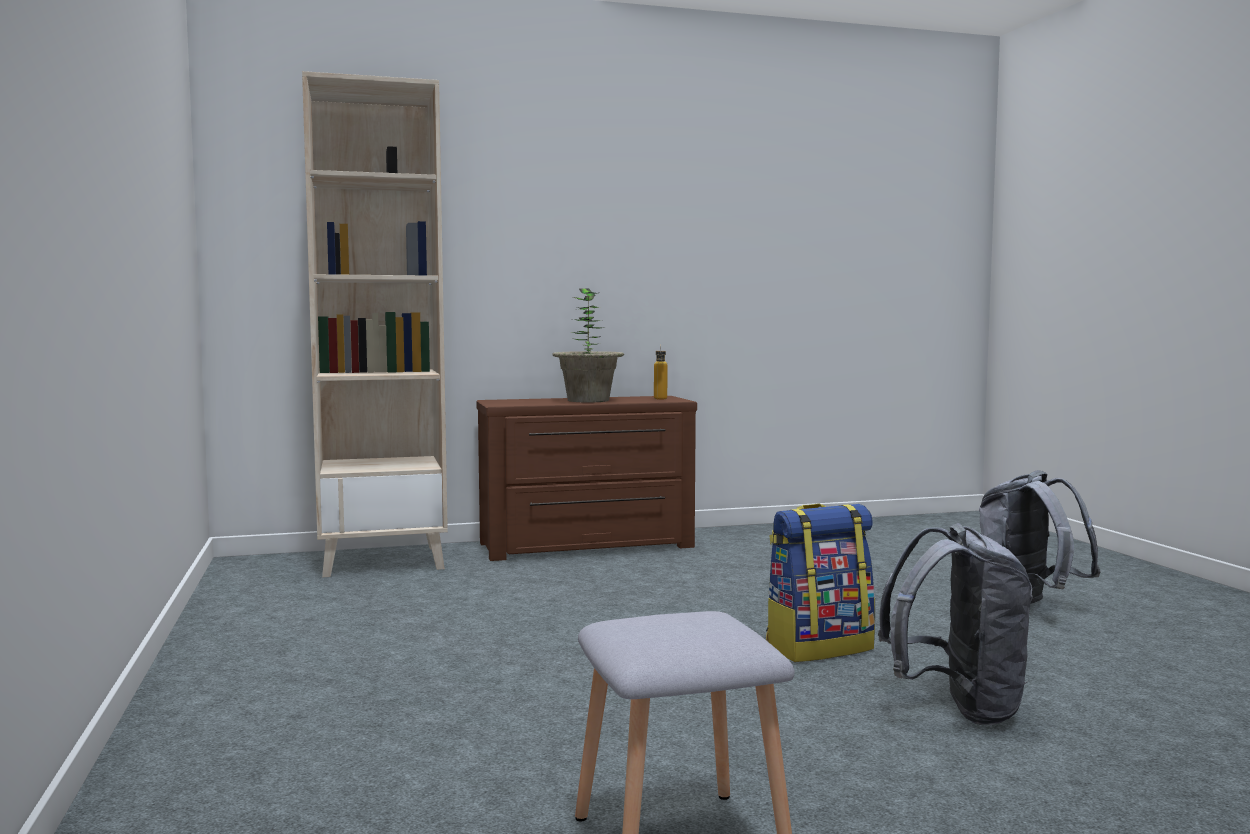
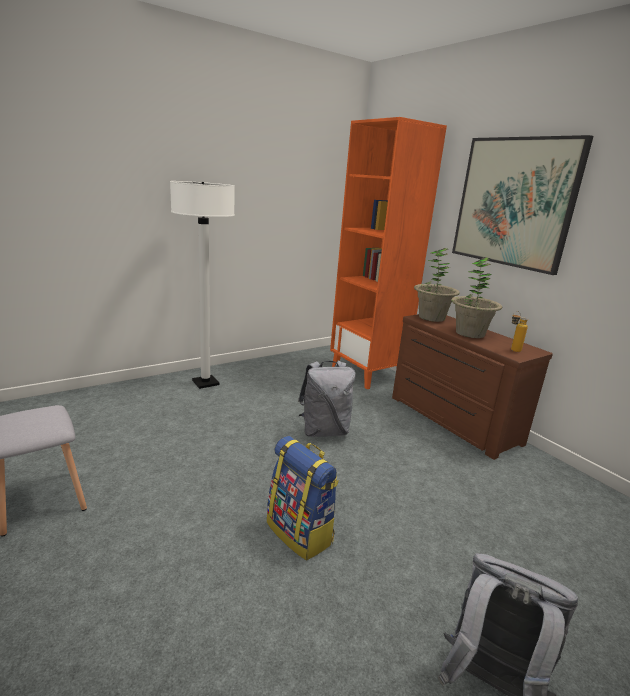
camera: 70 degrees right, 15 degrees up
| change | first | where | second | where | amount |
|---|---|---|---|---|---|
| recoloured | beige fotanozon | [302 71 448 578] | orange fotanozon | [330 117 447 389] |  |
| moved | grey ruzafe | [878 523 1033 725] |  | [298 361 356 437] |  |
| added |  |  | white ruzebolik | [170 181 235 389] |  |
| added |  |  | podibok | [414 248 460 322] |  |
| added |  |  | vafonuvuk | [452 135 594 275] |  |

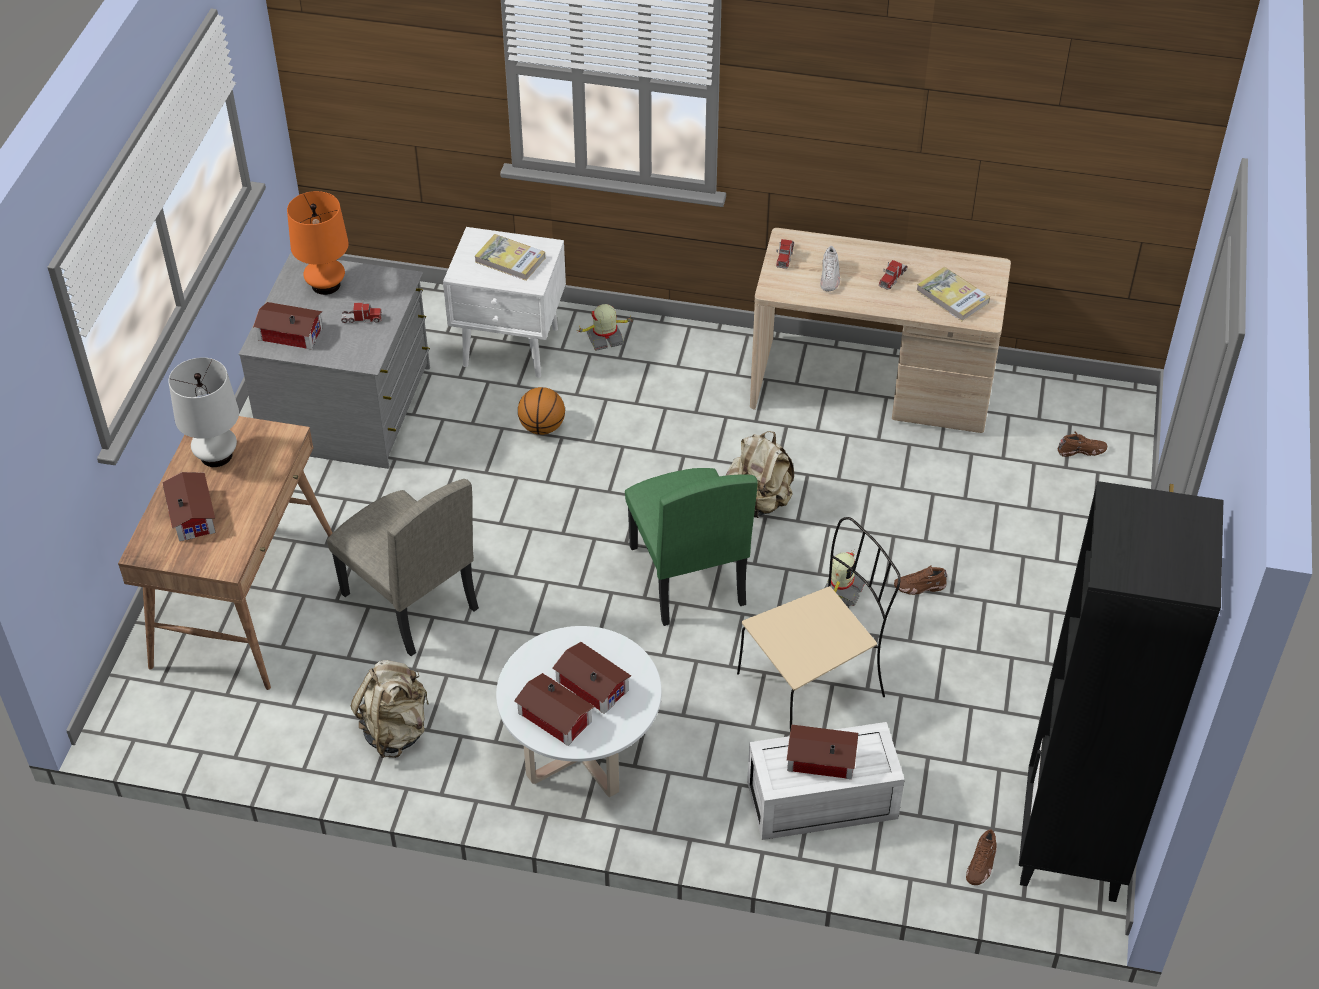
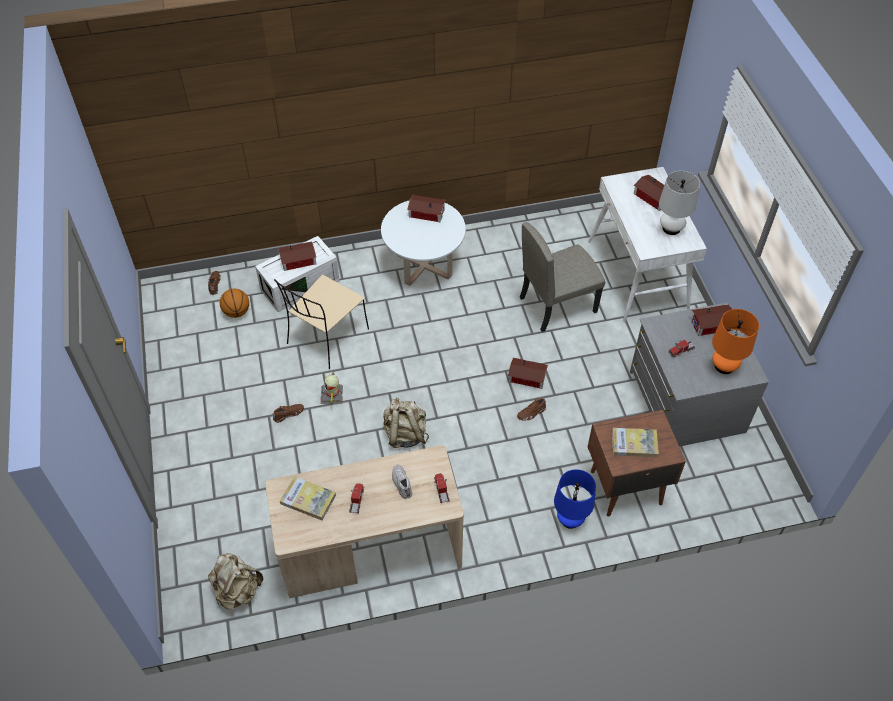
camera: 155 degrees right, 5 degrees up
| change | first | where | second | where | amount |
|---|---|---|---|---|---|
| recoloured | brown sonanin | [118 416 332 690] | white sonanin | [588 167 707 322] |  |
| turned | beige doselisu | [327 479 479 656] |  | [520 222 605 332] | 45 degrees counterclockwise |
| moved | beige ruzafe | [351 660 429 758] |  | [208 553 263 610] |  |
| recoloured | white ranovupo | [443 227 566 378] | brown ranovupo | [588 410 686 517] |  |
| moved | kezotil | [518 387 565 435] |  | [220 289 249 318] |  |
| moved | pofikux | [552 642 631 714] |  | [508 358 548 389] |  |
| replaced | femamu | [577 304 634 351] | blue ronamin | [554 469 596 529] |  |
| removed | green doselisu | [625 468 758 626] |  |  |  |
| removed | black fotanozon | [1019 481 1223 902] |  |  |  |
| moved | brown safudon | [1058 432 1107 457] |  | [517 398 546 421] |  |

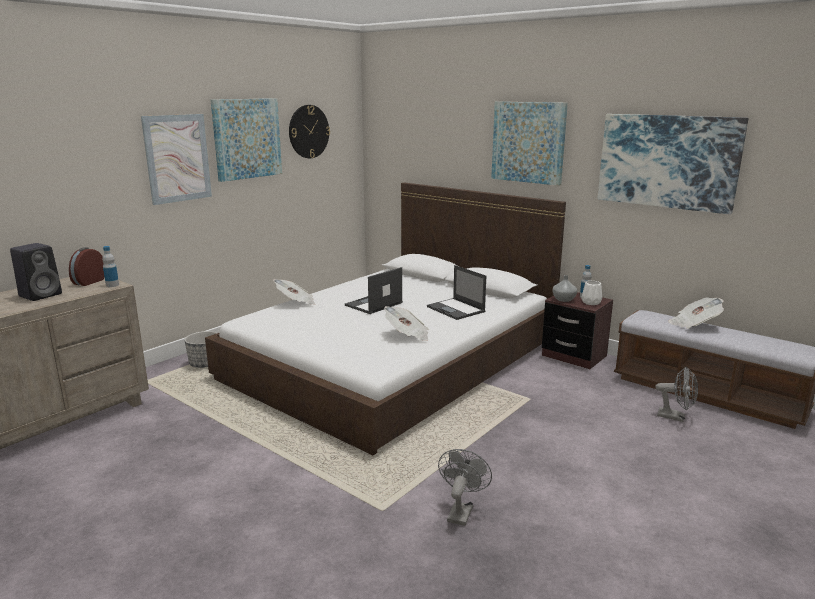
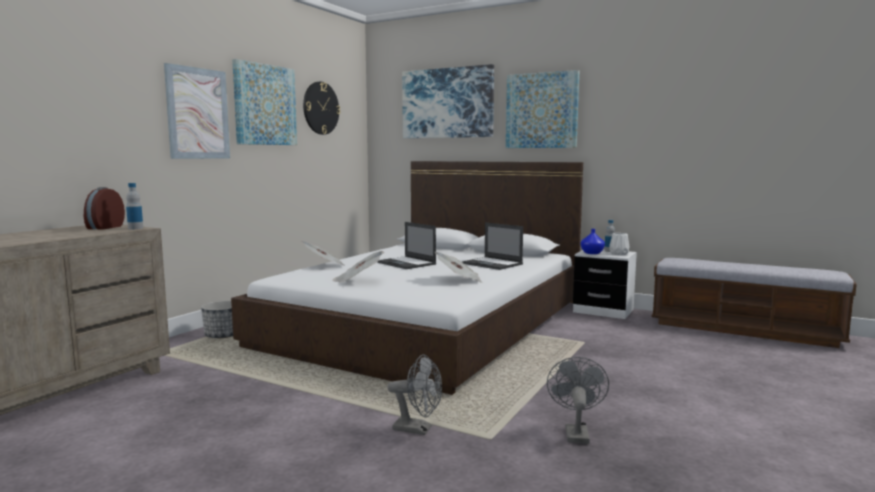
camera: 10 degrees left, 10 degrees down
| change | first | where | second | where | amount |
|---|---|---|---|---|---|
| removed | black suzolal | [10 243 62 301] |  |  |  |
| turned | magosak | [345 267 403 314] |  | [377 222 436 269] | 75 degrees counterclockwise |
| recoloured | brown ranovupo | [542 292 613 369] | white ranovupo | [573 249 637 319] |  |
| recoloured | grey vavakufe | [552 275 577 302] | blue vavakufe | [580 229 605 254] |  |
| moved | vafonuvuk | [598 114 749 215] |  | [402 64 494 138] |  |
| moved | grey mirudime | [655 367 698 422] |  | [387 354 442 435] |  |
| moved | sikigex | [669 297 724 329] |  | [333 251 384 283] |  |

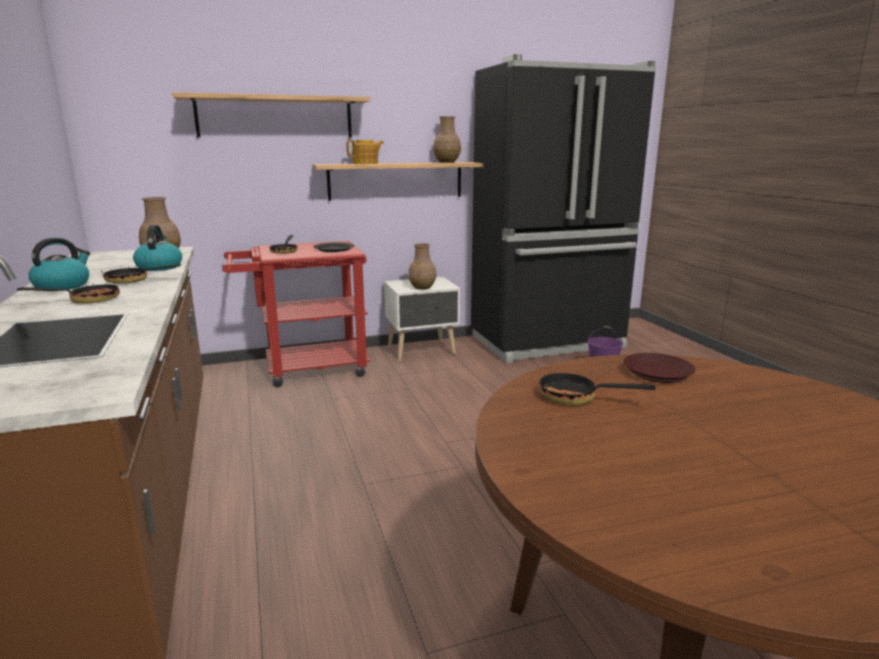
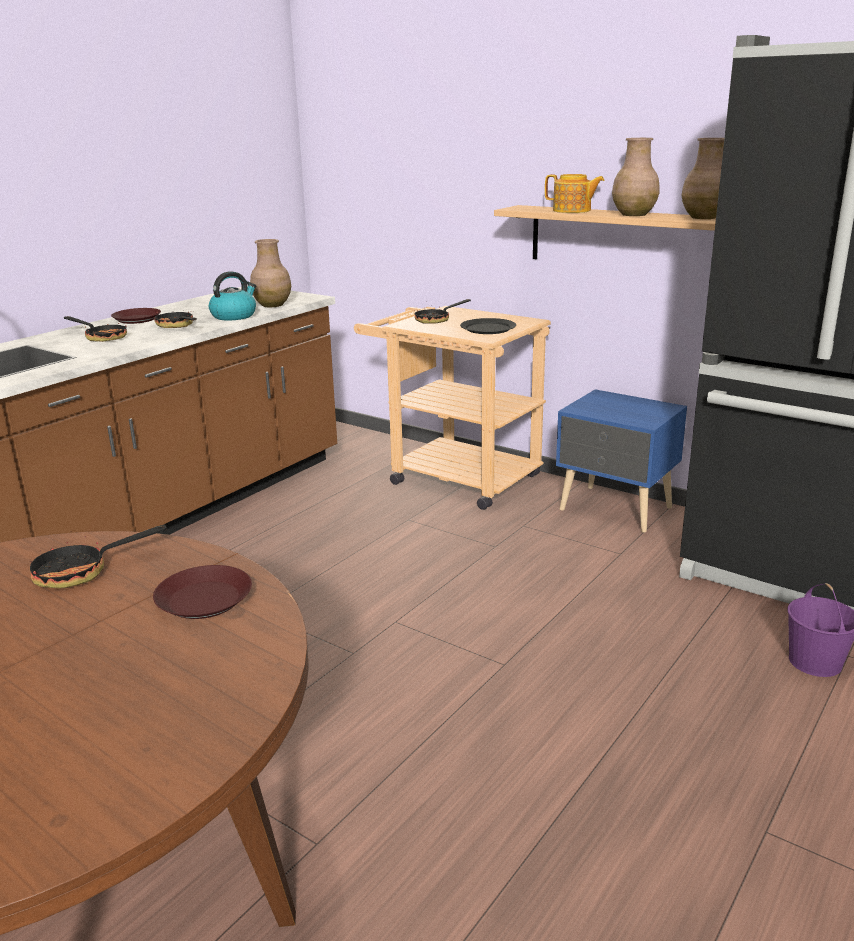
camera: 55 degrees right, 5 degrees up
| change | first | where | second | where | amount |
|---|---|---|---|---|---|
| replaced | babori | [28 238 90 291] | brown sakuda | [111 308 161 324] |  |
| removed | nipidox | [172 92 370 137] |  |  |  |
| recoloured | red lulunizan | [223 241 370 388] | beige lulunizan | [354 306 551 510] |  |
| recoloured | white ranovupo | [384 277 460 361] | blue ranovupo | [556 389 687 533] |  |
| moved | brown vavakufe | [408 243 436 290] |  | [612 138 660 216] |  |
| turned | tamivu | [538 370 656 406] |  | [30 525 167 589] | 105 degrees counterclockwise |

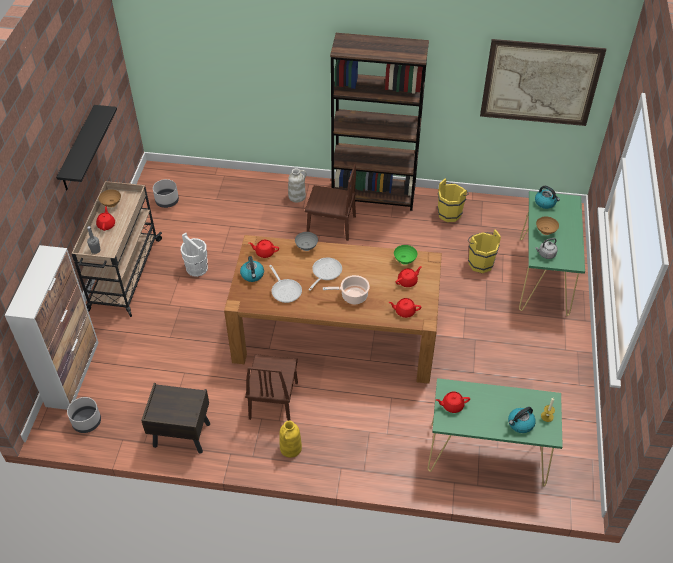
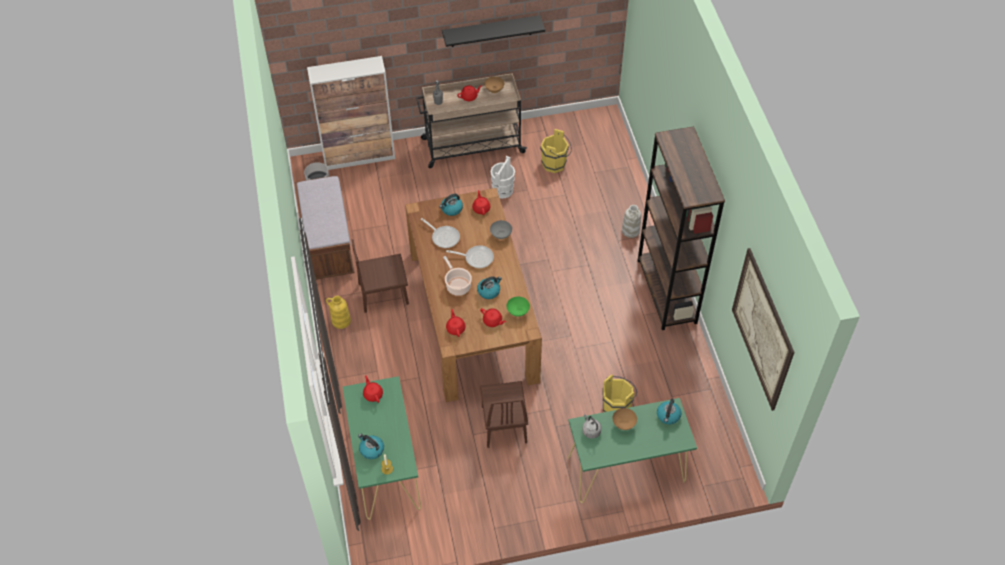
camera: 70 degrees right, 5 degrees up
| change | first | where | second | where | amount |
|---|---|---|---|---|---|
| replaced | brown ranovupo | [141 383 210 454] | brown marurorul | [295 175 354 280] |  |
| removed | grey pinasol | [153 179 179 208] |  |  |  |
| turned | tamivu | [269 265 302 303] |  | [421 218 460 248] | 90 degrees counterclockwise |
| moved | brown doselisu | [305 164 356 241] |  | [480 381 528 448] |  |
| moved | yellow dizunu | [437 178 469 222] |  | [540 129 572 173] |  |
| added |  |  | babori | [477 276 502 299] |  |

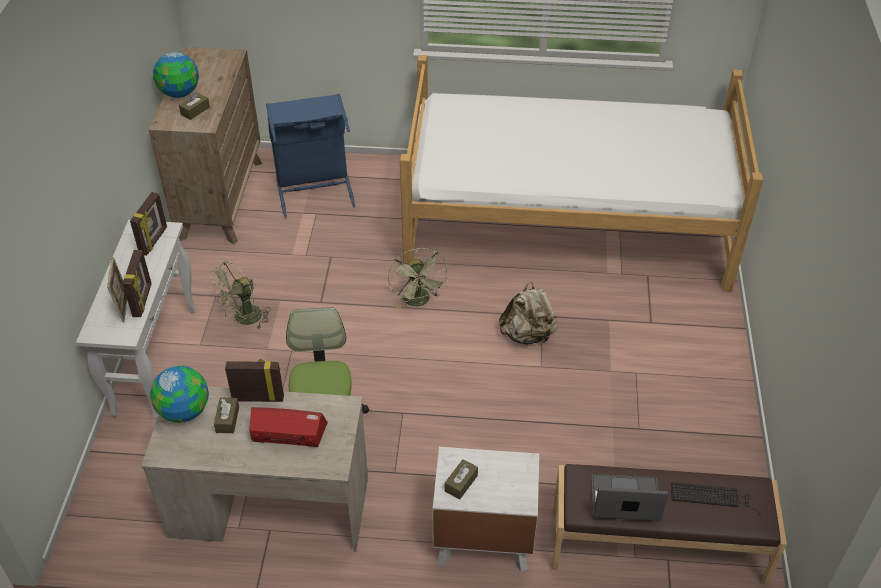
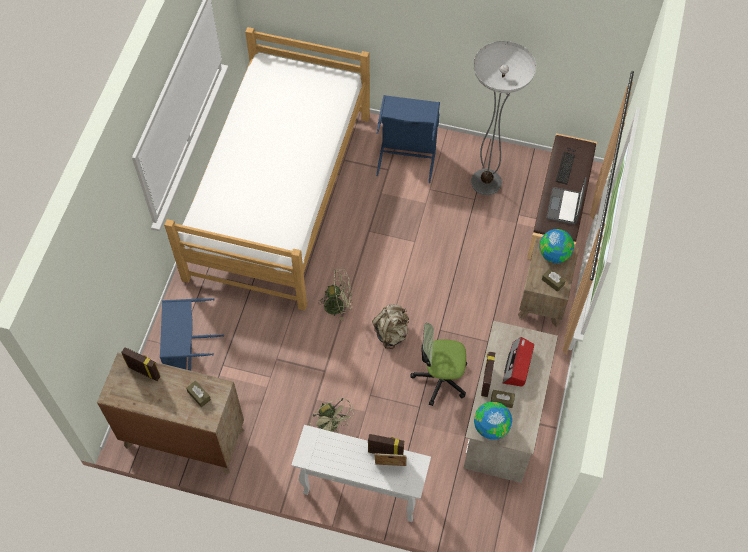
camera: 80 degrees left, 15 degrees up
| change | first | where | second | where | amount |
|---|---|---|---|---|---|
| moved | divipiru | [130 192 167 256] |  | [121 347 161 381] |  |
| moved | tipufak | [153 52 199 98] |  | [539 229 574 263] |  |
| recoloured | white ranovupo | [433 447 539 572] | brown ranovupo | [518 238 579 327] |  |
| moved | beige ruzafe | [499 282 558 344] |  | [372 305 409 349] |  |
| added |  |  | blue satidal | [376 95 440 183] |  |
| added |  |  | ruzebolik | [471 41 536 195] |  |

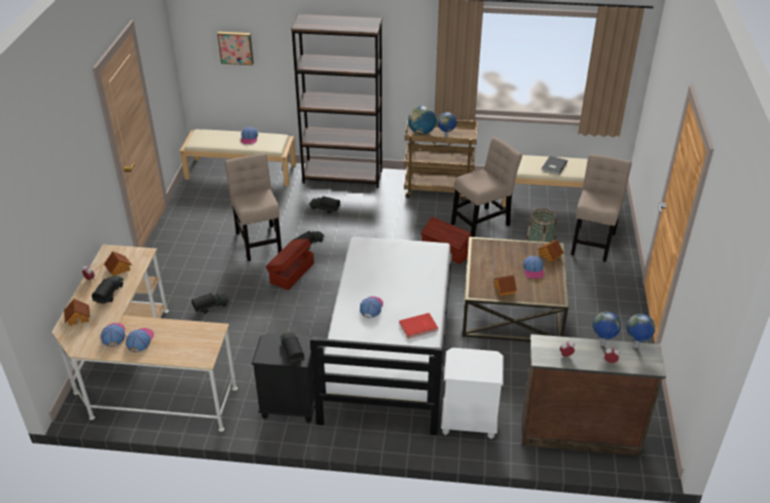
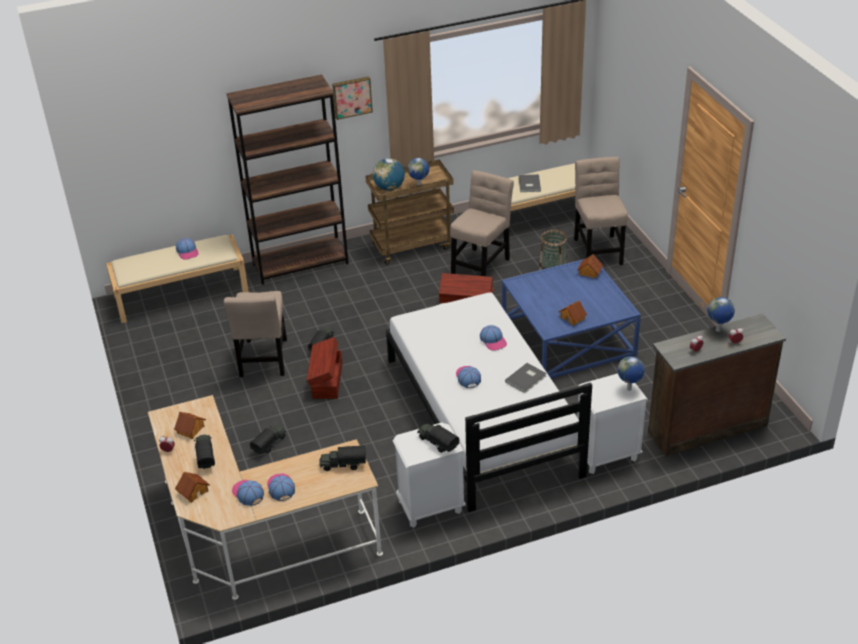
camera: 25 degrees left, 0 degrees up
| change | first | where | second | where | amount |
|---|---|---|---|---|---|
| moved | vafonuvuk | [217 32 254 65] |  | [332 76 373 120] |  |
| turned | beige doselisu | [225 153 282 261] |  | [224 291 287 377] | 135 degrees counterclockwise |
| recoloured | black ranovupo | [251 333 315 423] | white ranovupo | [393 423 466 528] |  |
| moved | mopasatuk | [309 196 340 214] |  | [320 445 366 471] |  |
| recoloured | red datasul | [399 313 438 339] | grey datasul | [505 363 547 393] |  |
| recoloured | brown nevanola | [462 237 569 342] | blue nevanola | [502 259 641 378] |  |
| moved | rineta | [523 256 544 279] |  | [480 325 507 350] |  |
| moved | tipufak | [626 314 655 348] |  | [617 356 645 391] |  |

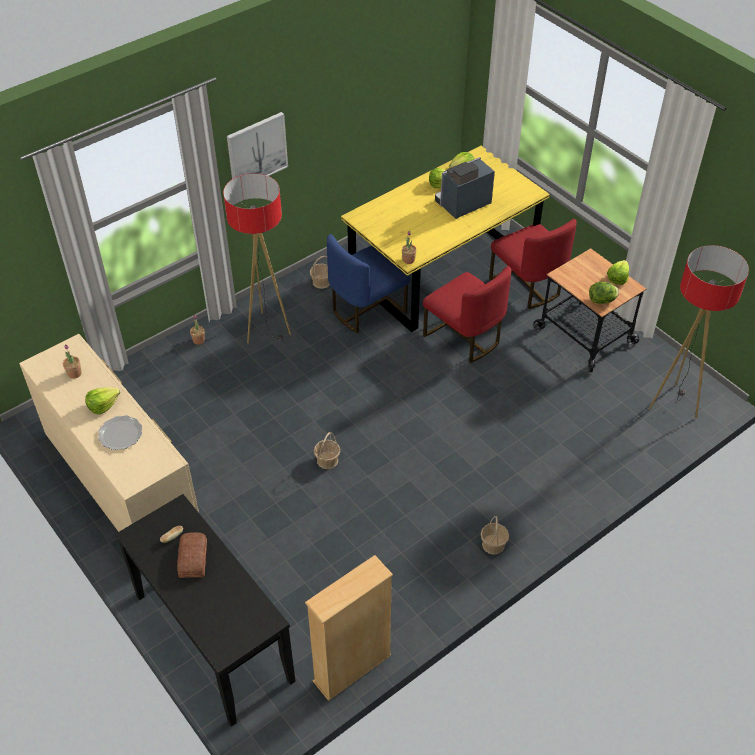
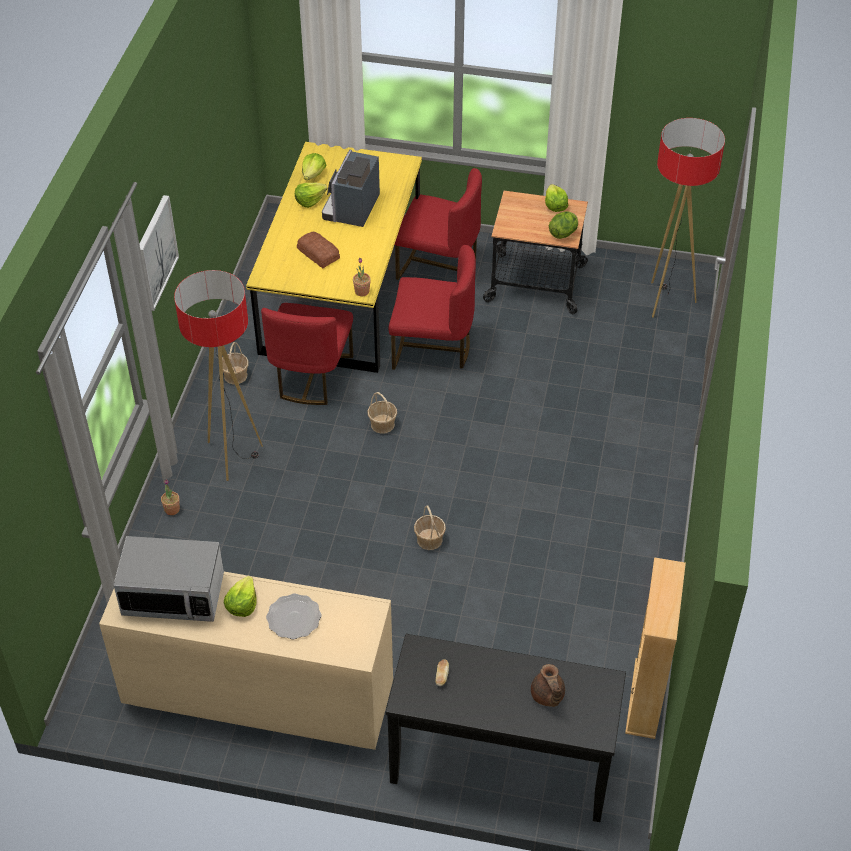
camera: 40 degrees left, 0 degrees up
| change | first | where | second | where | amount |
|---|---|---|---|---|---|
| replaced | podibok | [63 344 82 379] | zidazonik | [113 536 224 622] |  |
| moved | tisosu | [177 532 207 578] |  | [297 232 340 268] |  |
| recoloured | blue doselisu | [327 234 410 333] | red doselisu | [261 303 353 405] |  |
| moved | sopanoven | [481 516 509 555] |  | [368 392 397 434] |  |
| added |  |  | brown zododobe | [531 664 565 707] |  |

